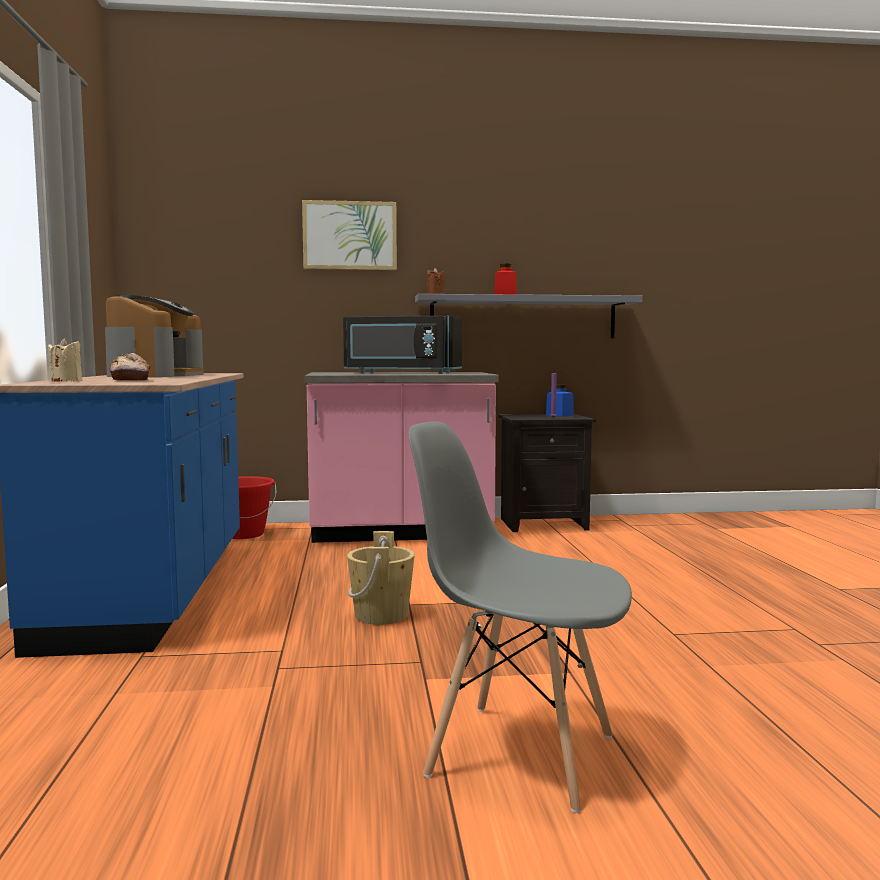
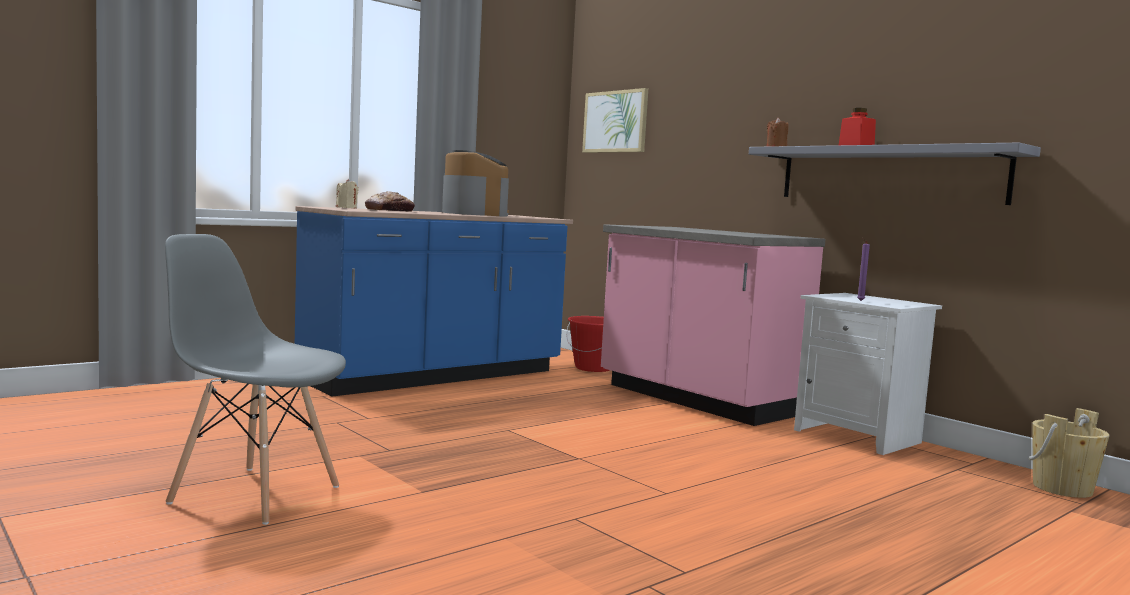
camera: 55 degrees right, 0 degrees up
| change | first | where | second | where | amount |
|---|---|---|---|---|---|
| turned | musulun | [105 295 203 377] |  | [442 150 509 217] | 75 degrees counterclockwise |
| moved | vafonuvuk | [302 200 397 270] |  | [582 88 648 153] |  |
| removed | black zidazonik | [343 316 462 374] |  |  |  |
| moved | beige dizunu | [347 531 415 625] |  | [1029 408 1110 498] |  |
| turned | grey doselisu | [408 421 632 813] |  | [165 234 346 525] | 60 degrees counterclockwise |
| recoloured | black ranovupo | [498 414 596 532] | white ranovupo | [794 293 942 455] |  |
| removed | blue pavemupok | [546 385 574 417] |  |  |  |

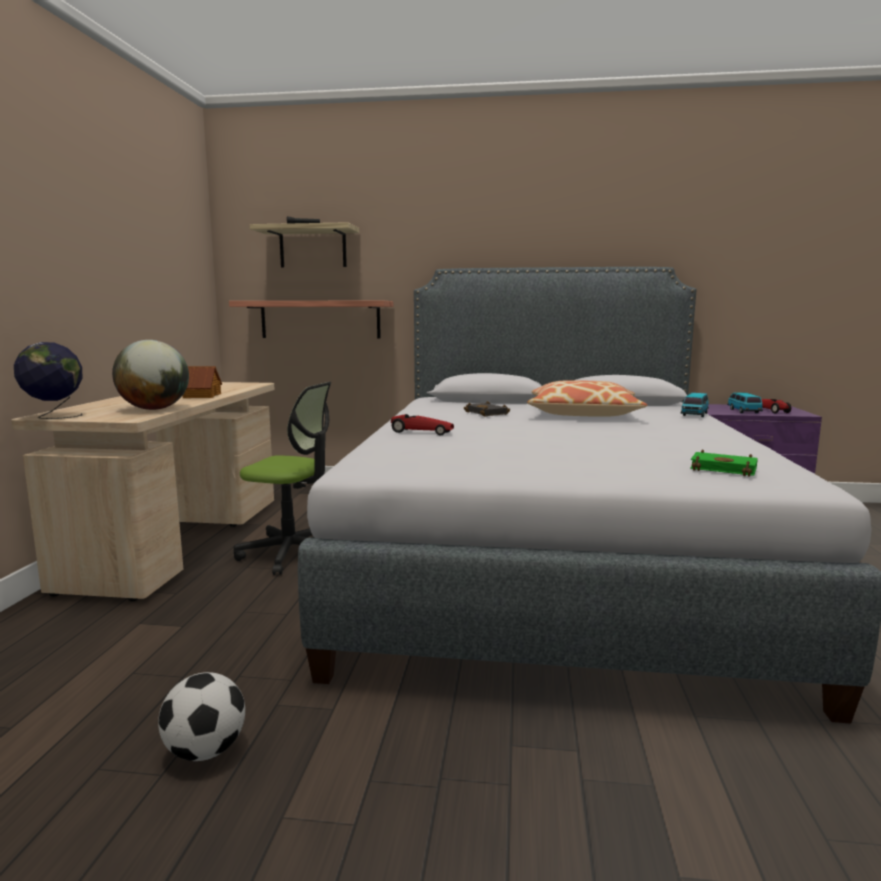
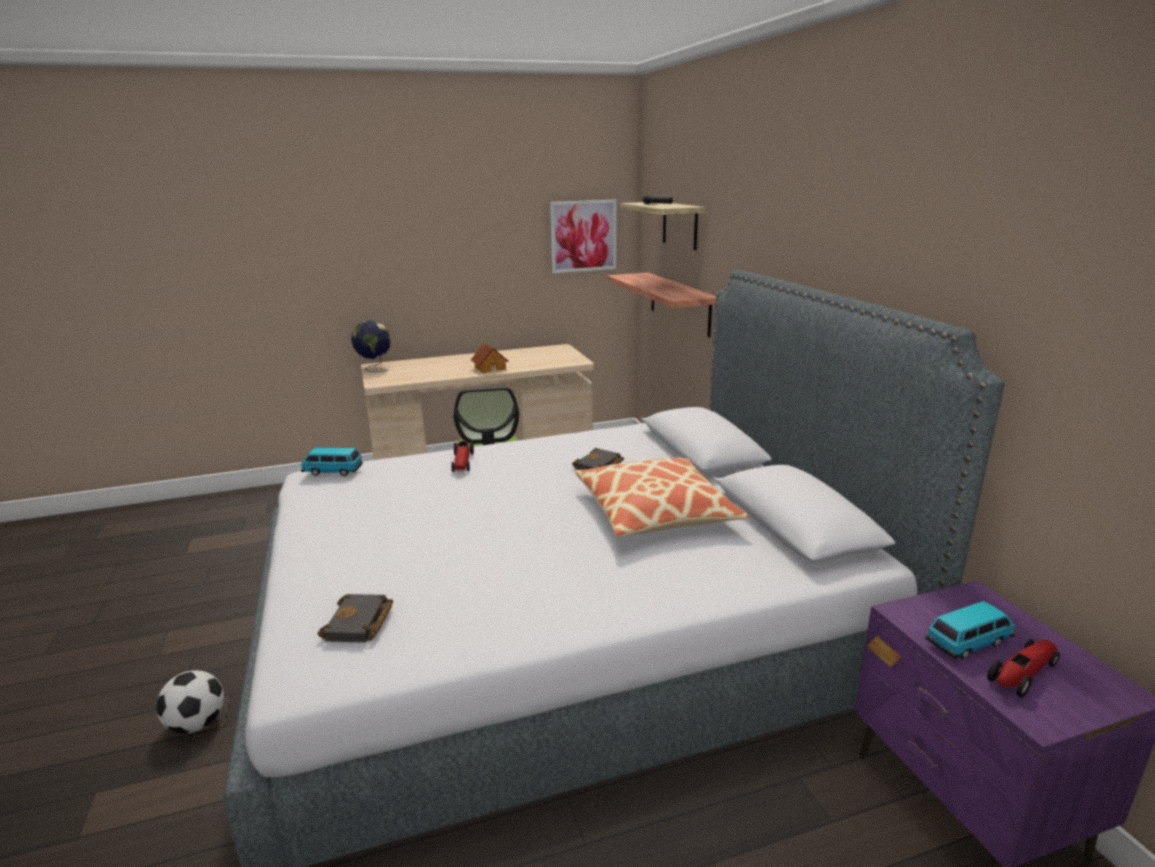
camera: 65 degrees right, 10 degrees up
| change | first | where | second | where | amount |
|---|---|---|---|---|---|
| removed | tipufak | [112 340 189 410] |  |  |  |
| moved | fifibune | [158 672 245 761] |  | [156 670 224 734] |  |
| moved | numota | [681 393 709 417] |  | [301 448 363 476] |  |
| recoloured | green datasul | [690 449 758 477] | black datasul | [317 594 393 643] |  |
| added |  |  | vafonuvuk | [550 199 616 273] |  |

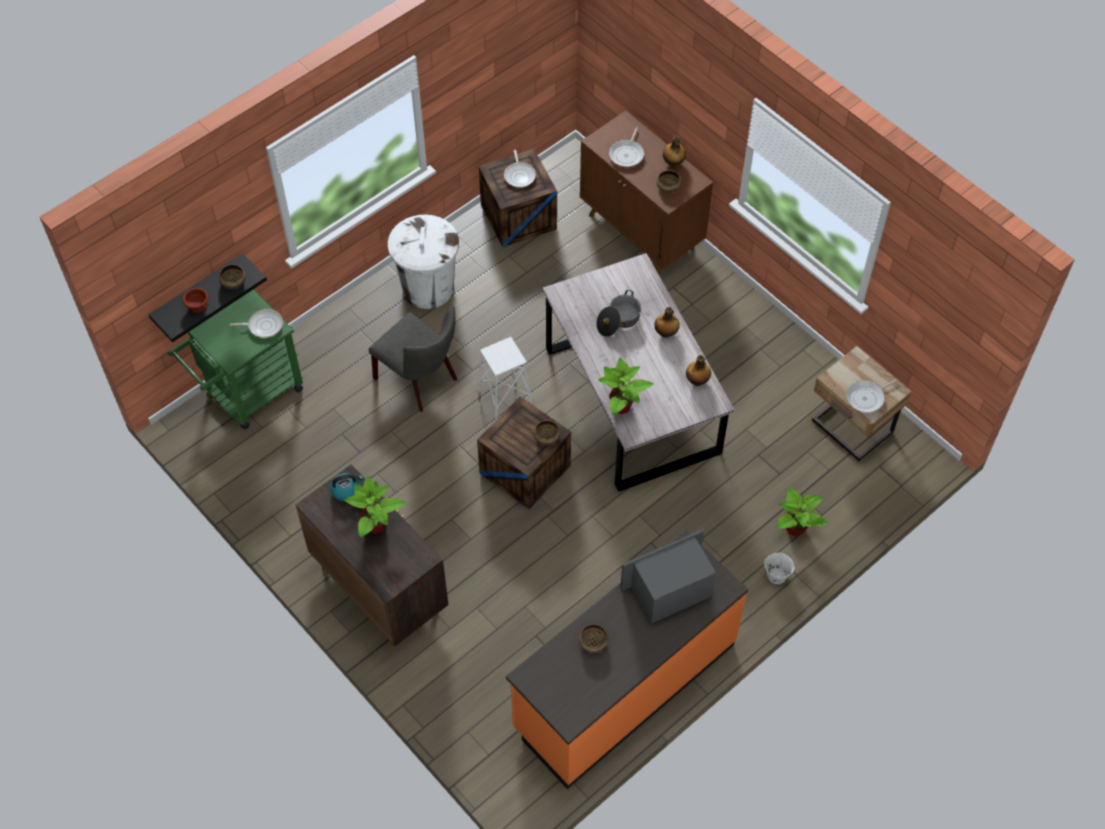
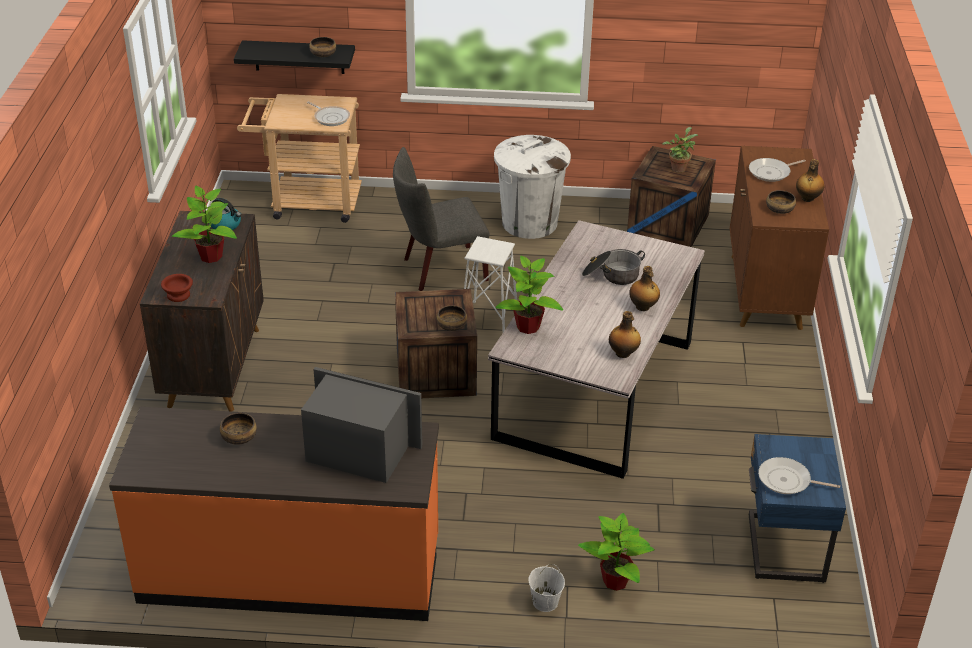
camera: 45 degrees right, 20 degrees down
| change | first | where | second | where | amount |
|---|---|---|---|---|---|
| recoloured | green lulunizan | [168 289 303 430] | beige lulunizan | [237 94 362 223] |  |
| moved | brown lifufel | [182 288 209 313] |  | [161 274 193 302] |  |
| turned | grey doselisu | [368 305 457 412] |  | [393 147 489 291] | 75 degrees clockwise |
| replaced | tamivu | [504 150 536 188] | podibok | [662 127 698 173] |  |
| recoloured | beige ranovupo | [812 346 912 461] | blue ranovupo | [749 434 846 583] |  |

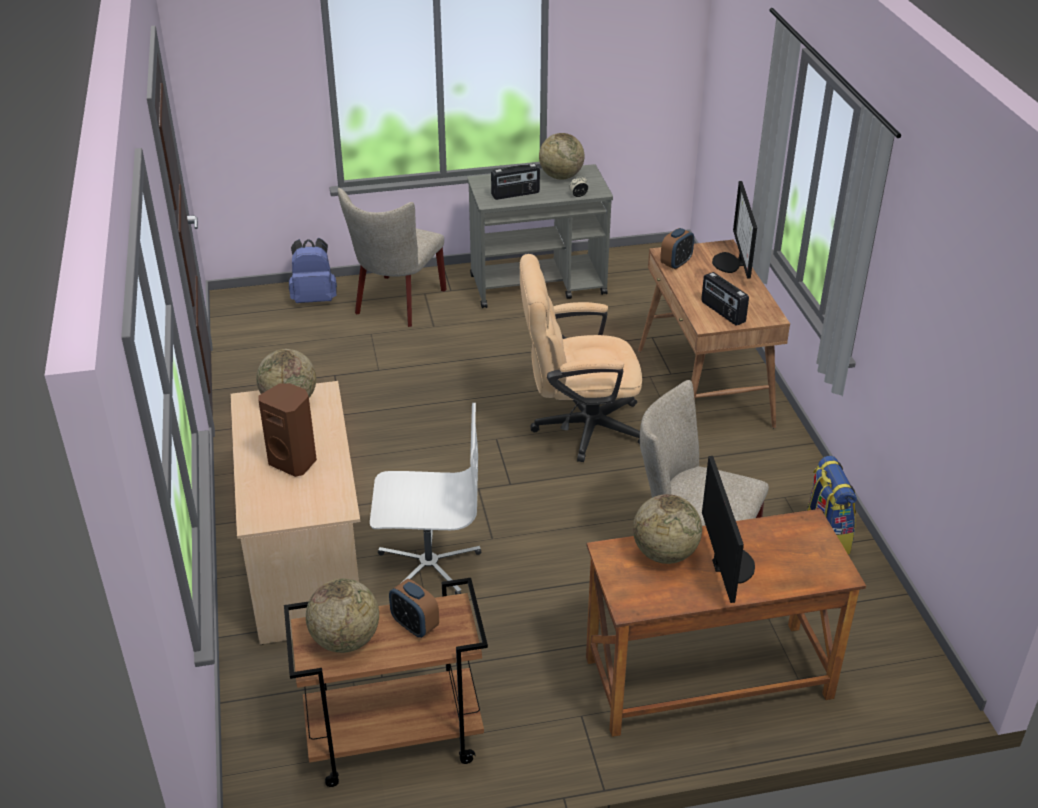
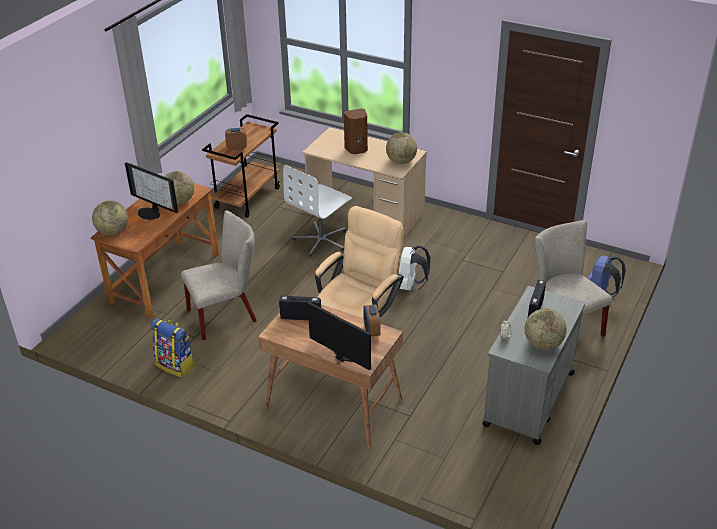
camera: 130 degrees right, 0 degrees up
| change | first | where | second | where | amount |
|---|---|---|---|---|---|
| moved | tipufak | [306 579 379 653] |  | [92 200 128 236] |  |
| added |  |  | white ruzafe | [399 246 430 290] |  |

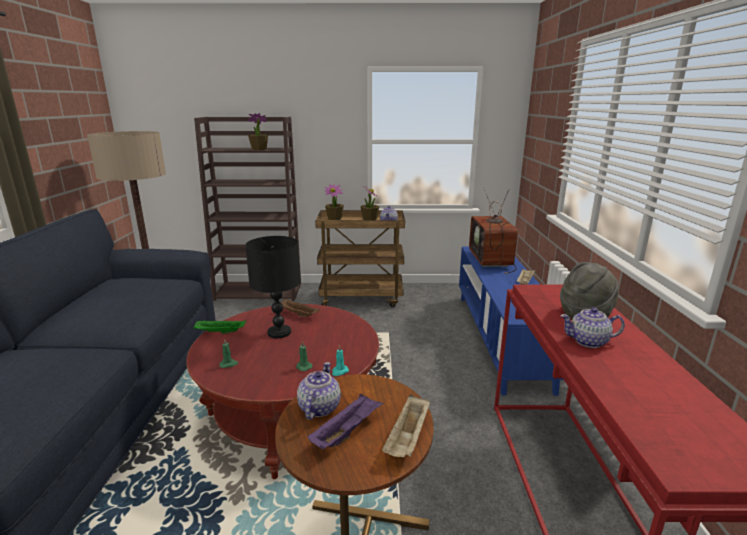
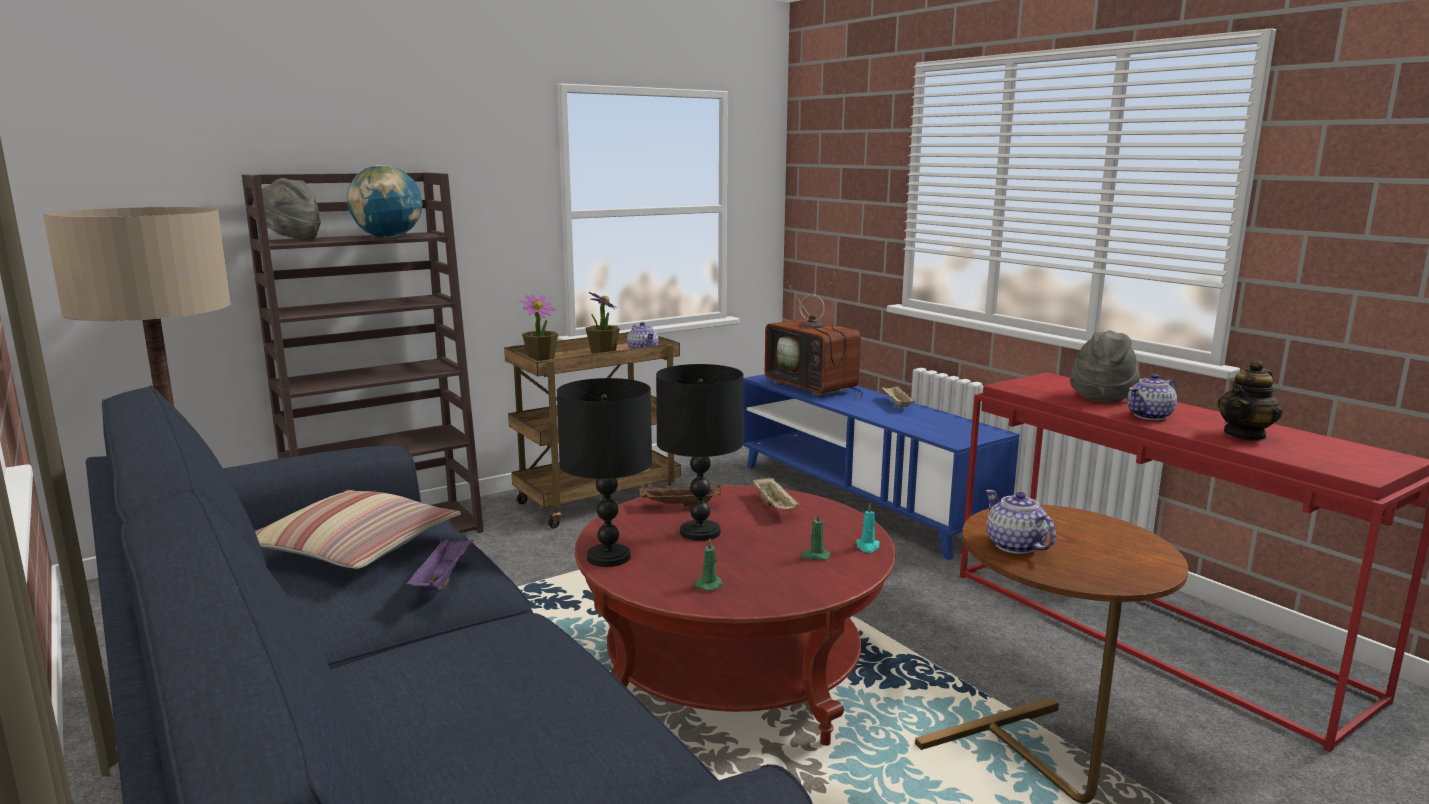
camera: 35 degrees left, 5 degrees down
| change | first | where | second | where | amount |
|---|---|---|---|---|---|
| replaced | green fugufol | [194 320 246 334] | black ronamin | [557 378 652 567] |  |
| replaced | podibok | [247 113 268 150] | tipufak | [347 165 423 238] |  |
| moved | purple fugufol | [308 394 383 450] |  | [406 538 474 590] |  |
| moved | beige fugufol | [382 394 430 457] |  | [753 477 799 509] |  |
| added |  |  | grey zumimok | [252 178 321 241] |  |
| added |  |  | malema | [255 490 461 569] |  |
| added |  |  | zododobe | [1218 360 1282 441] |  |

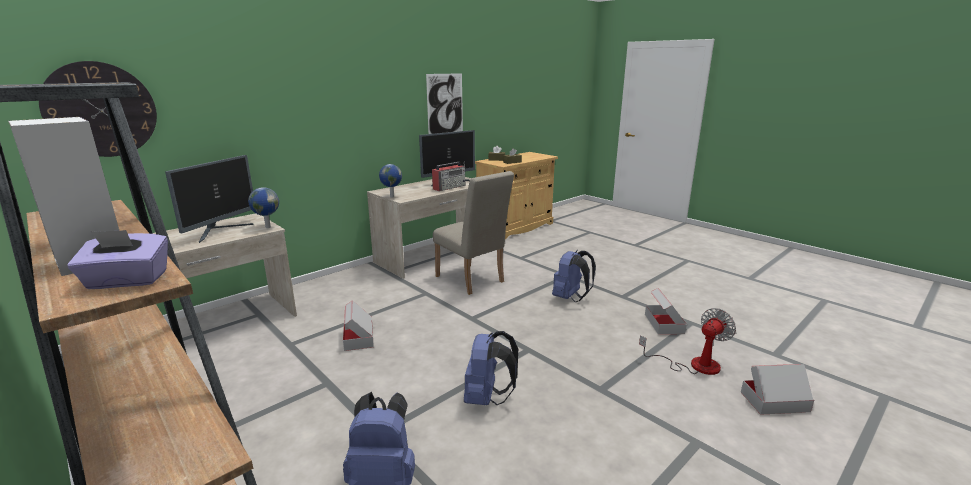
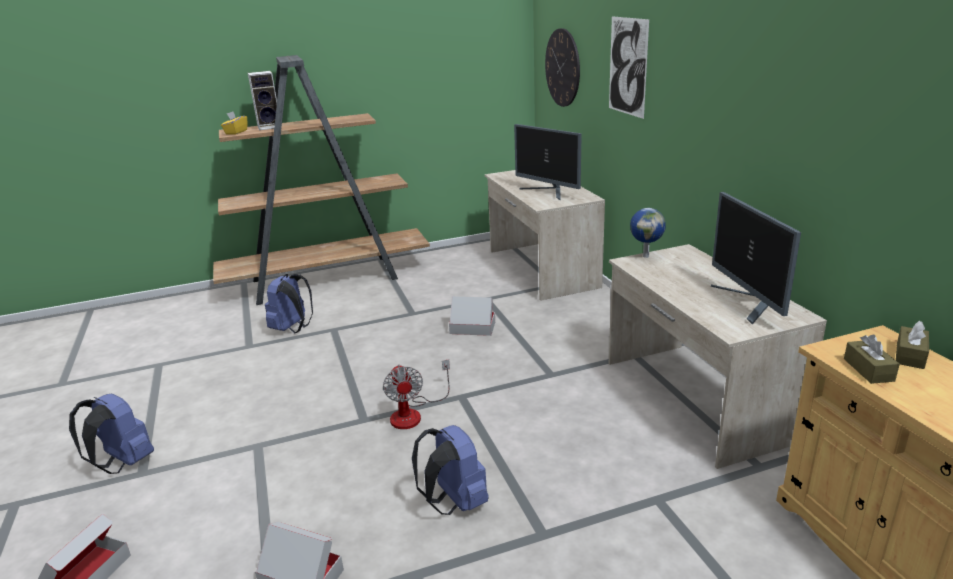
camera: 115 degrees right, 5 degrees up
| change | first | where | second | where | amount |
|---|---|---|---|---|---|
| recoloured | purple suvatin | [67 230 168 289] | yellow suvatin | [221 111 247 134] |  |
| removed | tipufak | [248 187 279 228] |  |  |  |
| moved | vafonuvuk | [426 73 463 134] |  | [609 16 649 119] |  |
| removed | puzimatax | [432 161 465 191] |  |  |  |
| removed | beige doselisu | [433 171 514 295] |  |  |  |
| moved | blue ruzafe | [464 331 518 405] |  | [69 394 154 474] |  |
| moved | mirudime | [639 308 736 375] |  | [383 359 450 429] |  |

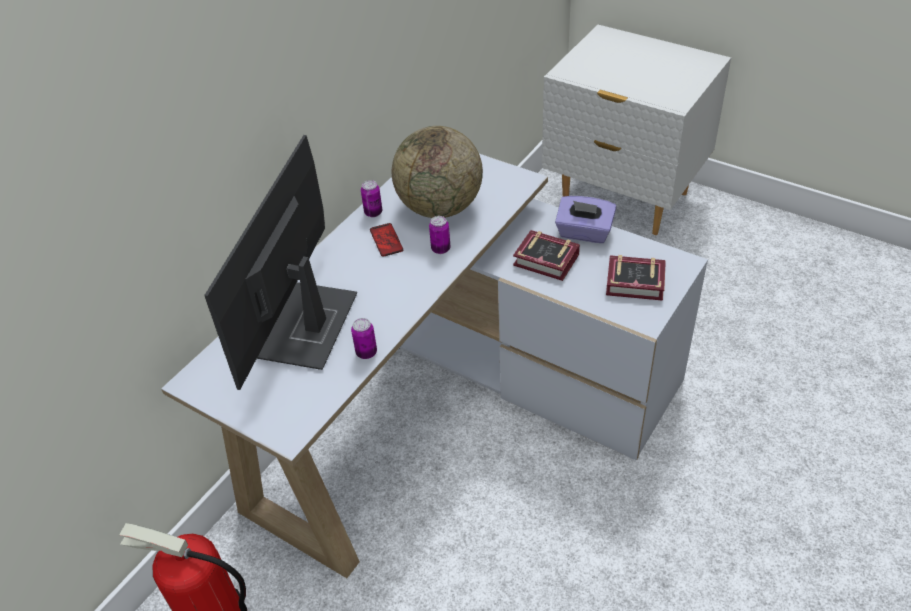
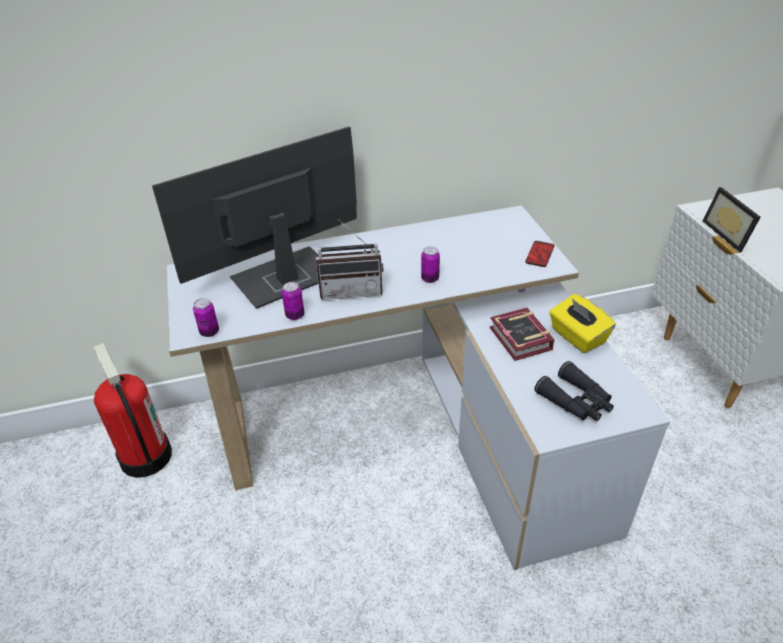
camera: 40 degrees right, 5 degrees down
| change | first | where | second | where | amount |
|---|---|---|---|---|---|
| moved | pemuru | [361 180 382 217] |  | [193 298 219 337] |  |
| moved | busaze | [370 223 403 257] |  | [525 241 555 267] |  |
| removed | tipufak | [392 126 483 218] |  |  |  |
| recoloured | purple suvatin | [555 196 617 243] | yellow suvatin | [549 294 616 353] |  |
| replaced | datasul | [606 255 666 301] | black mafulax | [534 361 614 421] |  |
| added |  |  | puzimatax | [316 220 384 300] |  |
| added |  |  | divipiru | [703 187 761 252] |  |

